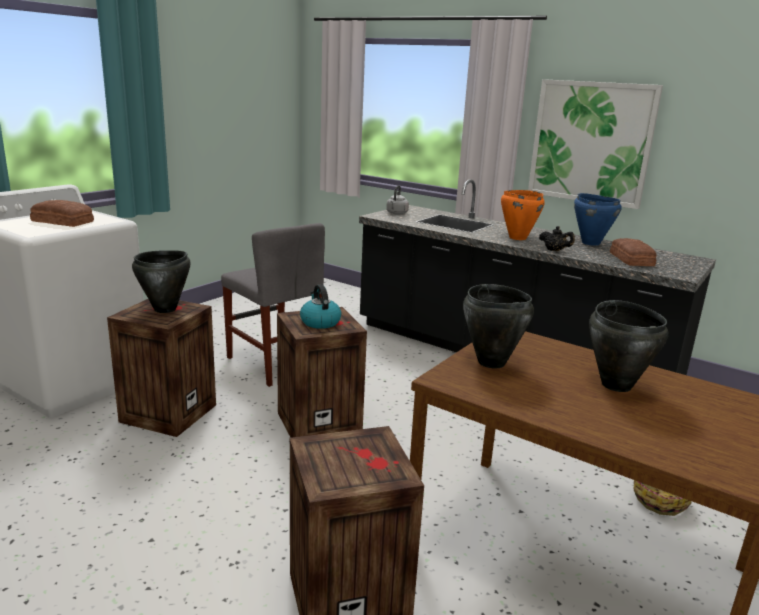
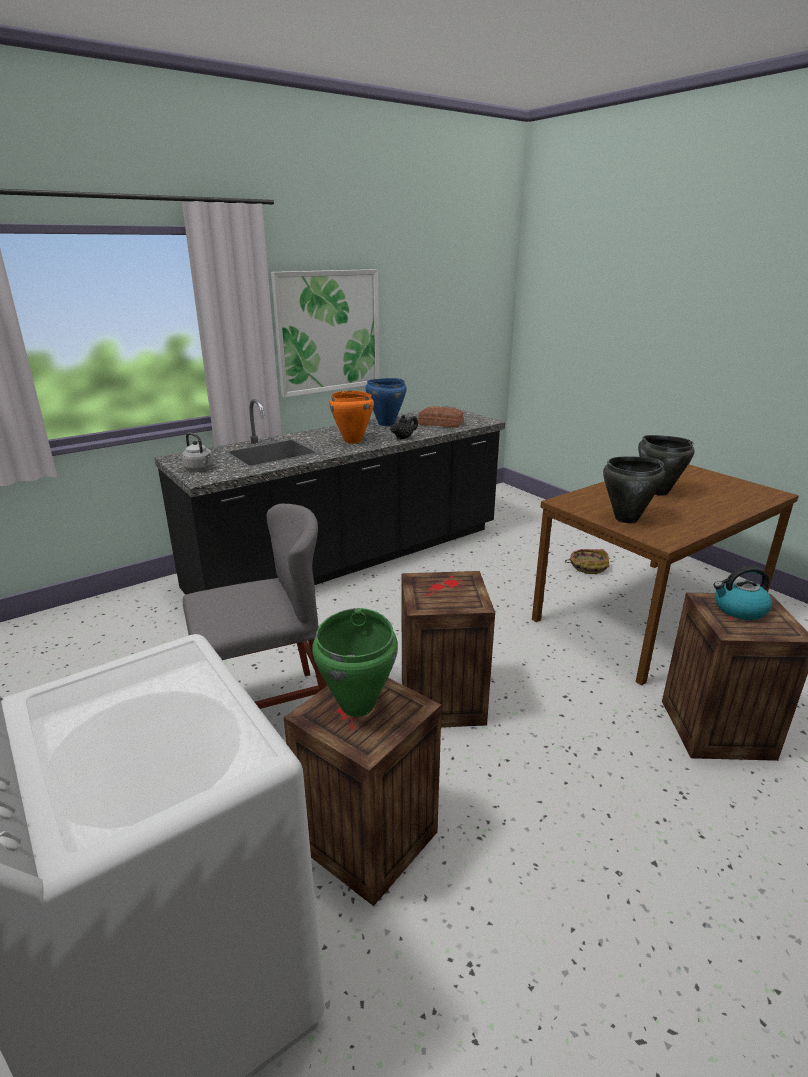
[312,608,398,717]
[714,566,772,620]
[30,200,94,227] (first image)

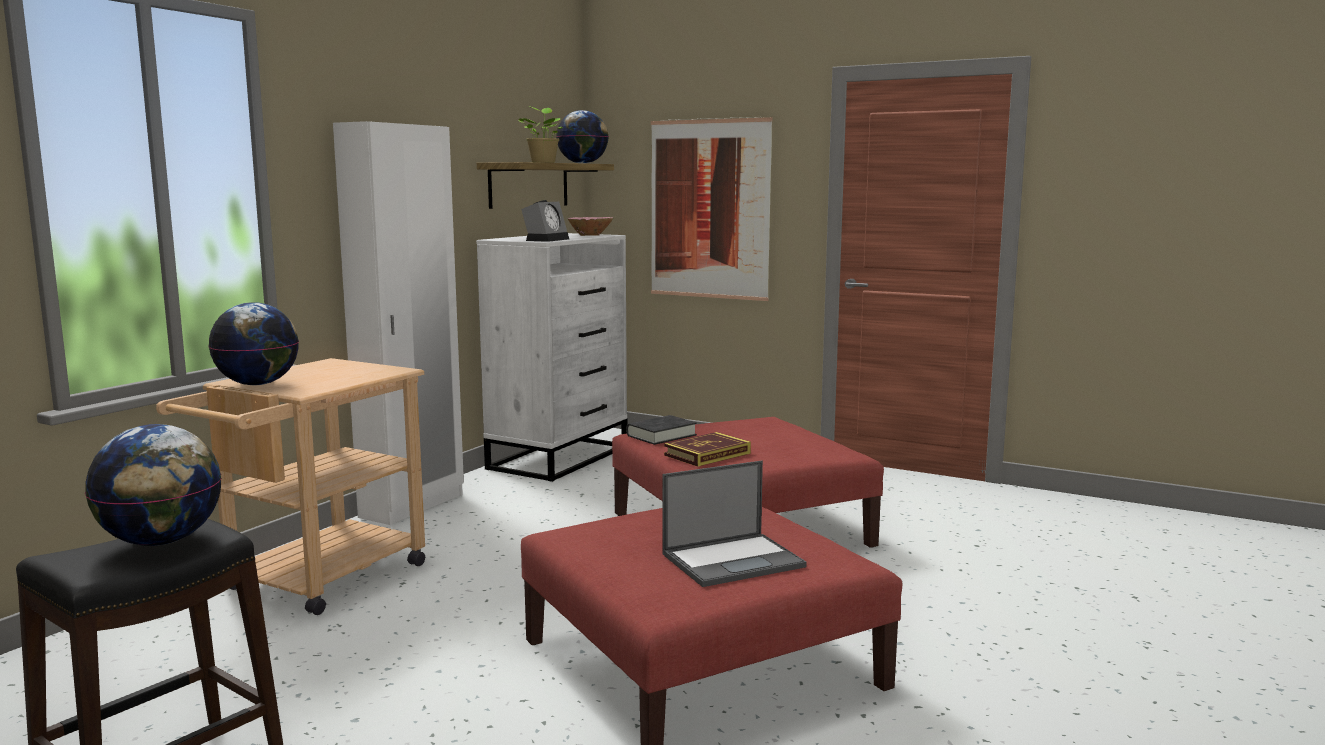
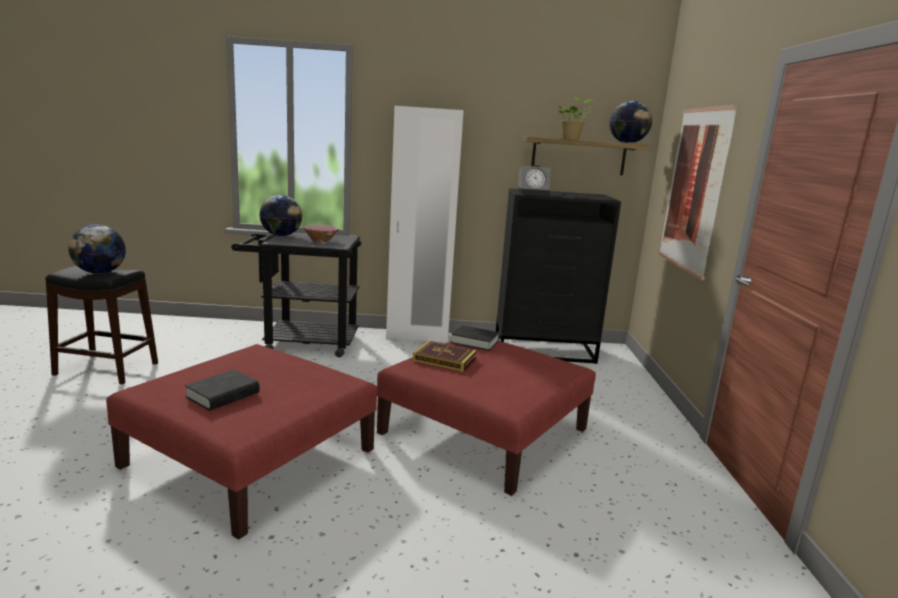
[185,370,260,411]
[231,232,361,357]
[303,225,339,242]
[496,188,621,364]

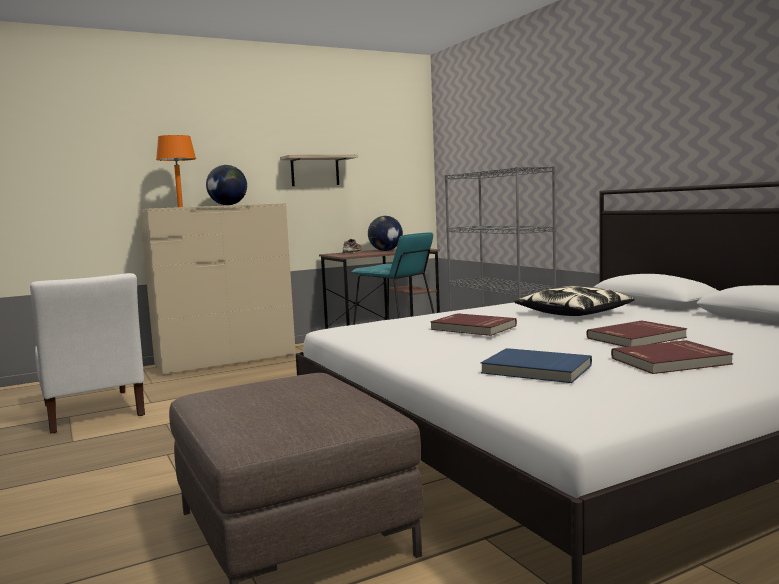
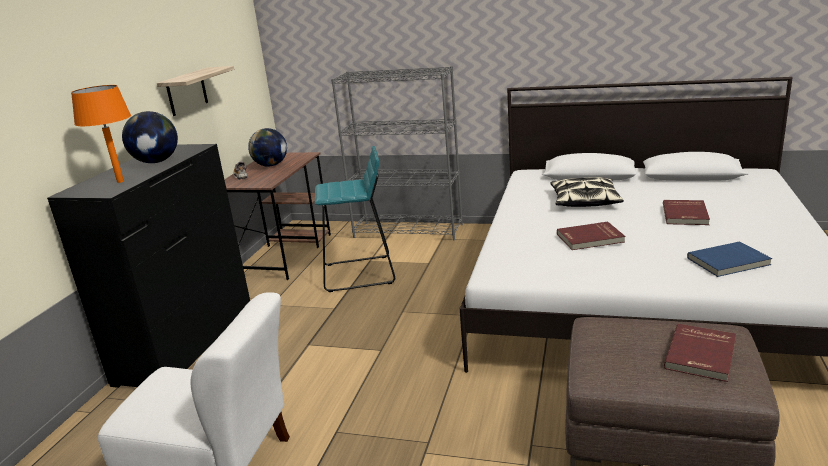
[47,144,250,388]
[664,324,736,382]

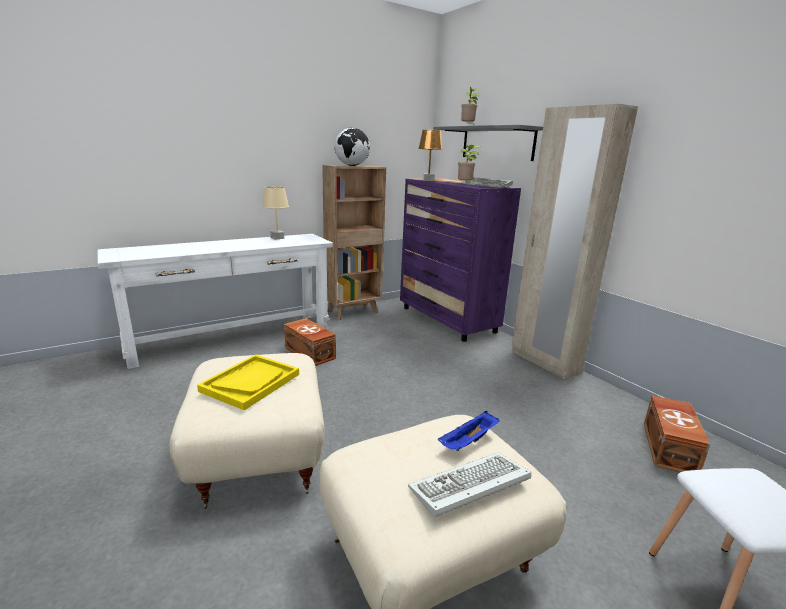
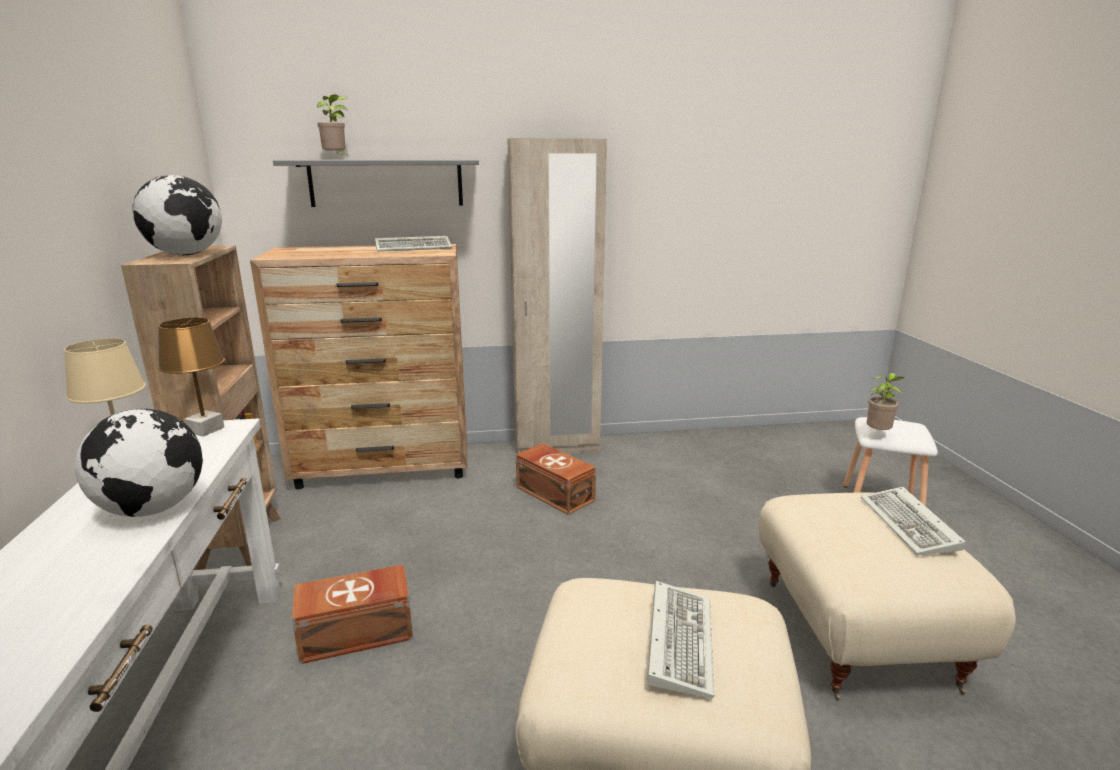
[75,409,203,517]
[158,317,225,436]
[250,244,468,489]
[516,444,596,515]
[647,581,714,698]
[867,373,904,430]
[438,411,499,451] (first image)

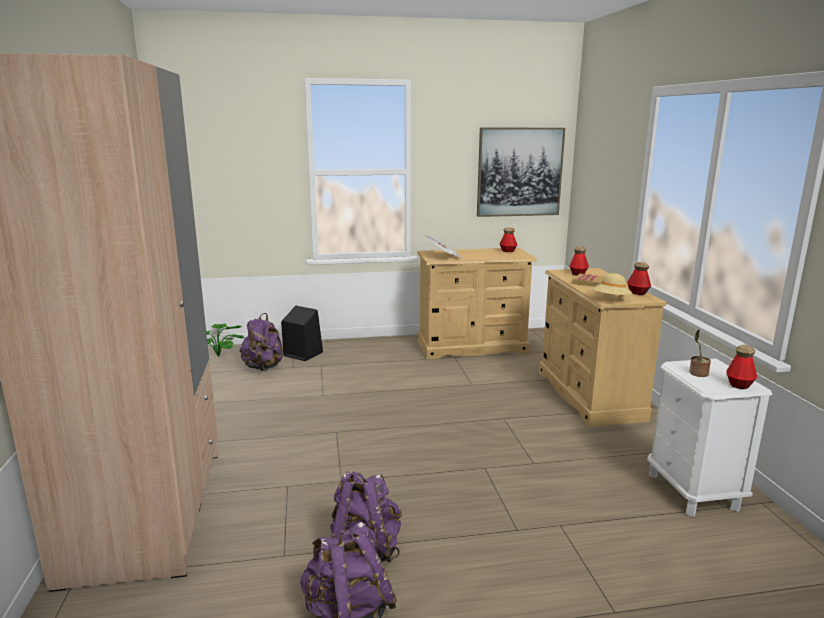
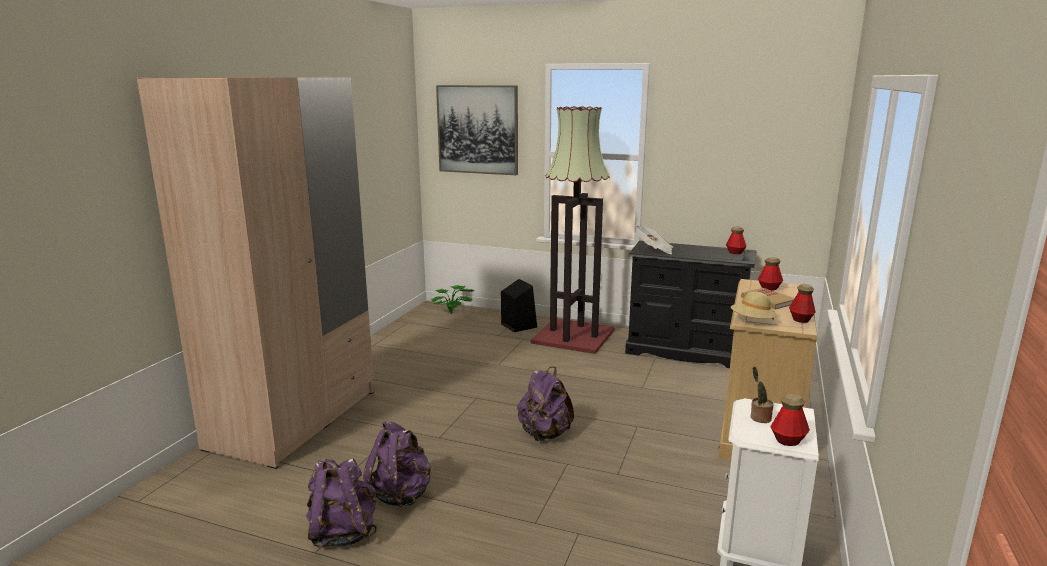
[436,85,518,175]
[517,367,574,441]
[531,106,615,354]
[625,241,757,368]

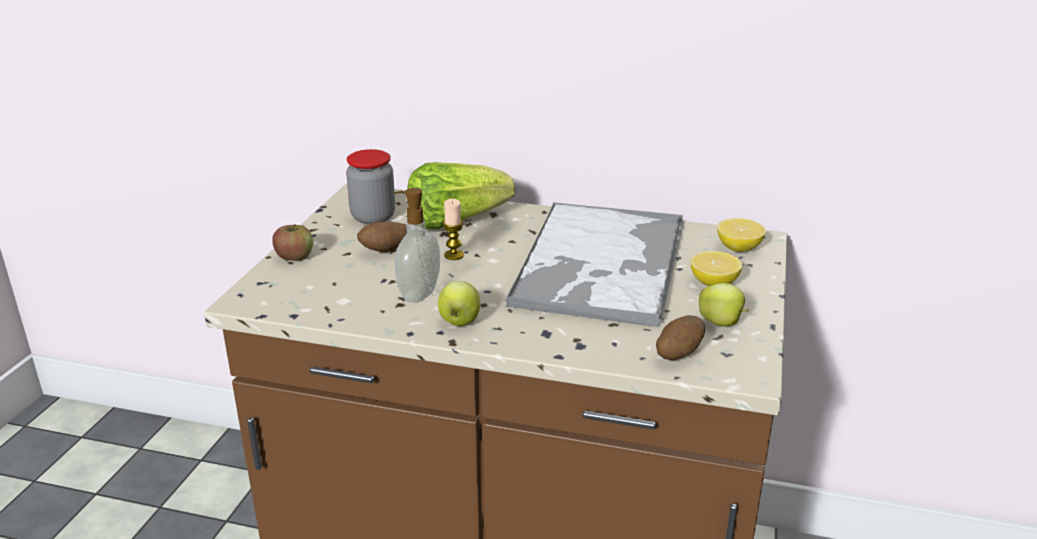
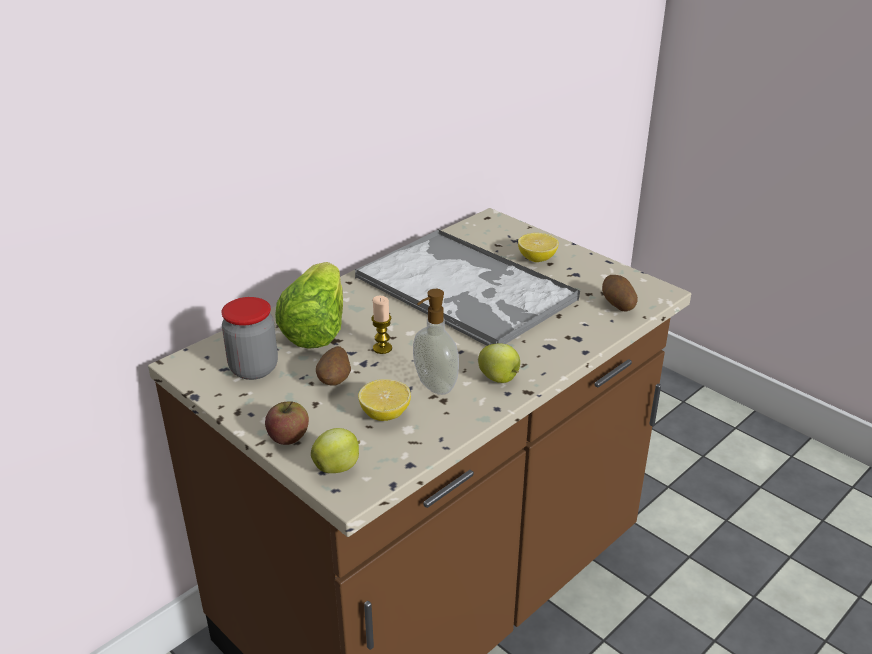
[311,428,360,473]
[358,379,411,421]

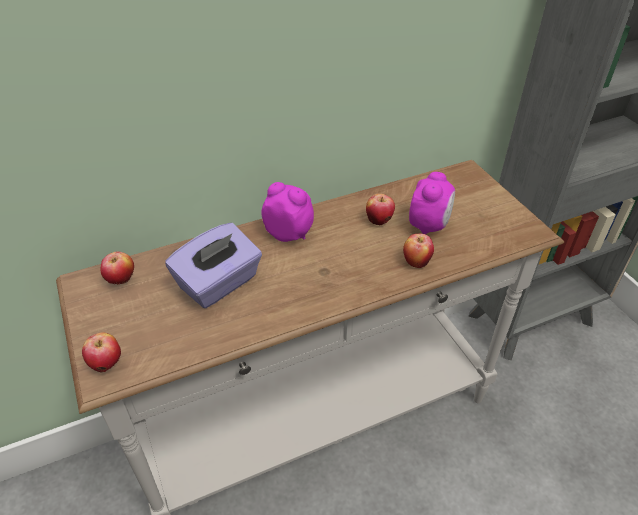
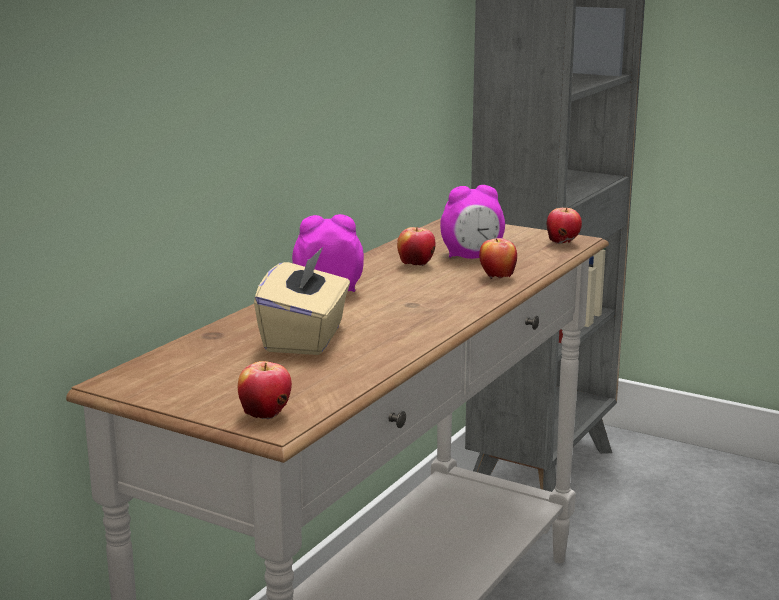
[254,247,350,355]
[440,185,505,259]
[547,208,582,244]

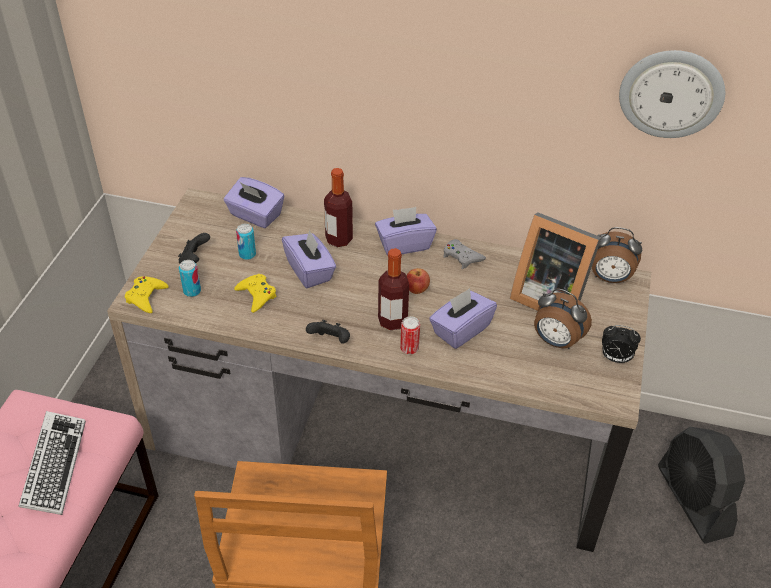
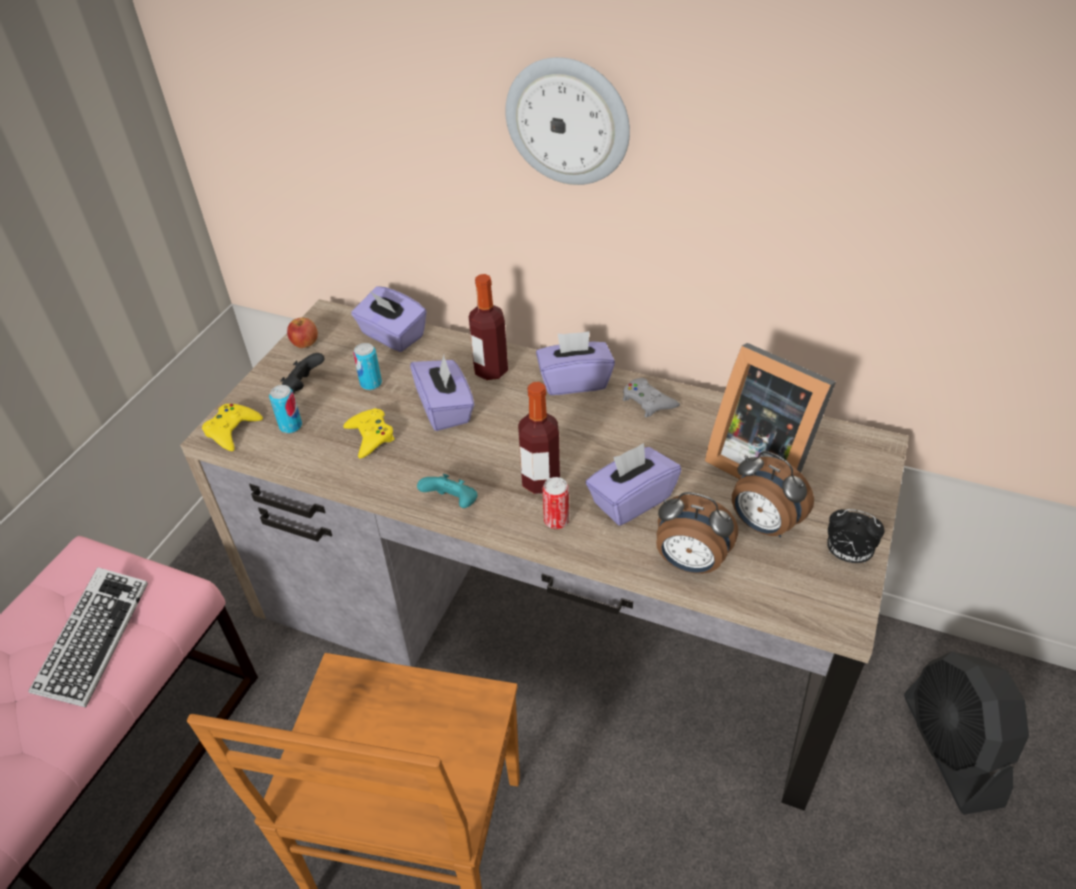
[287,318,318,348]
[417,474,478,508]
[505,57,630,185]
[656,492,738,574]

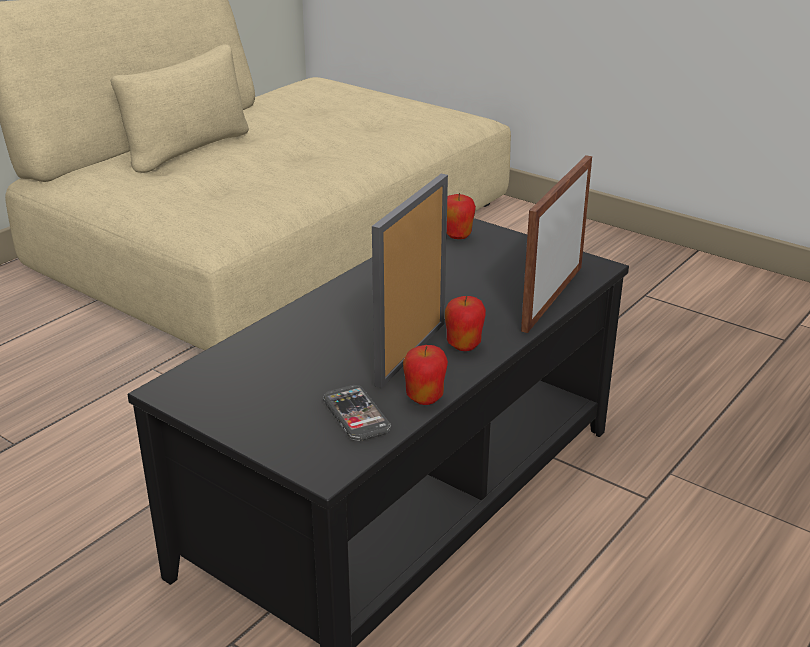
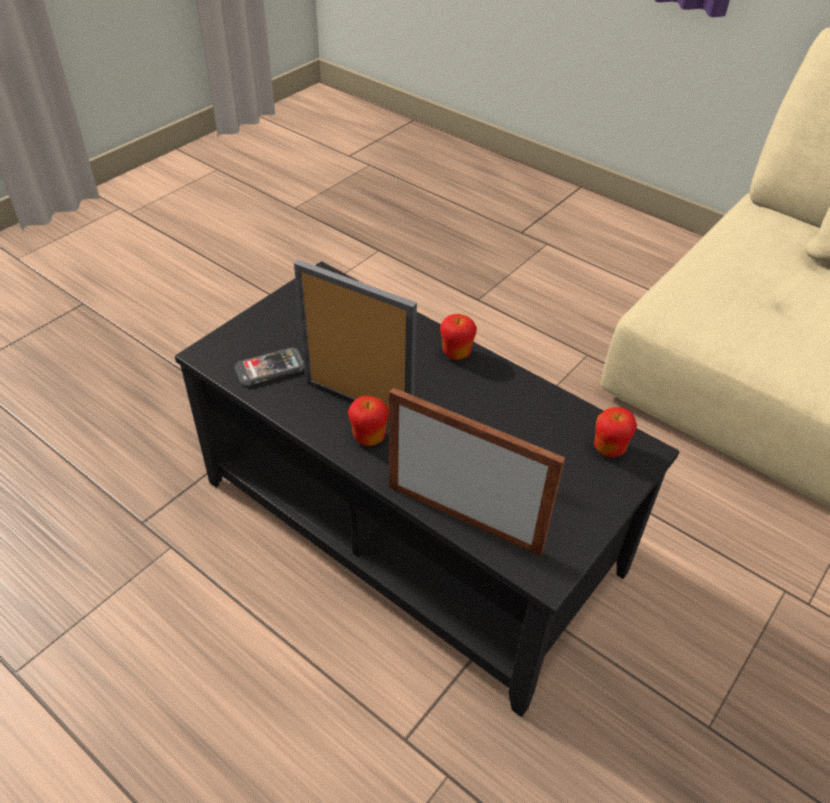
[440,314,477,360]

